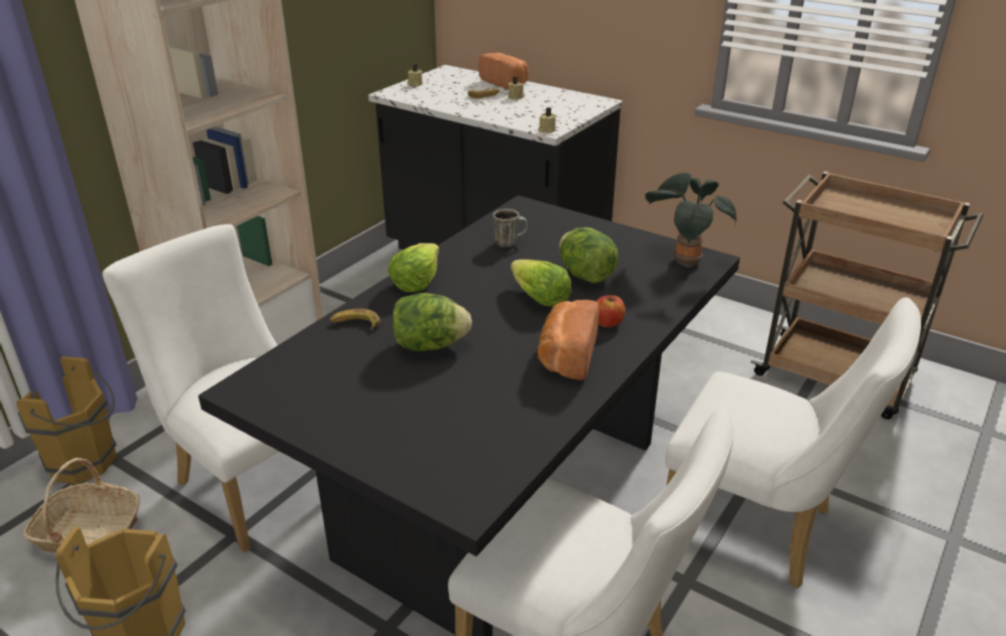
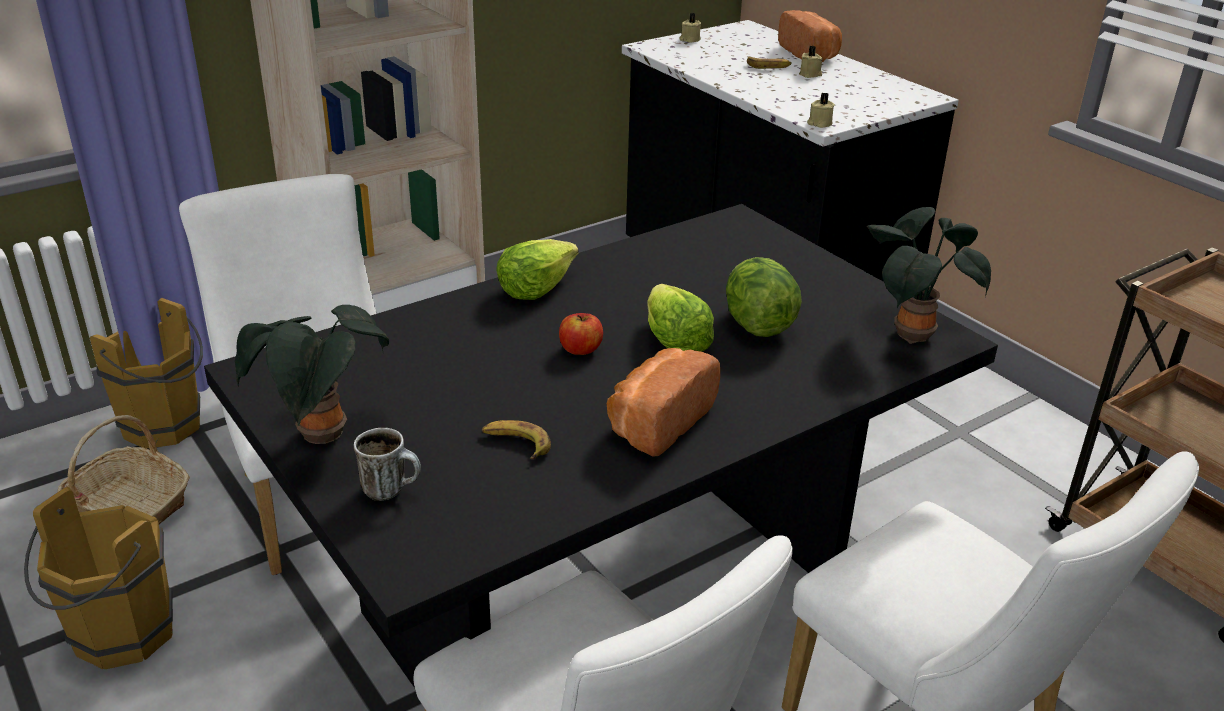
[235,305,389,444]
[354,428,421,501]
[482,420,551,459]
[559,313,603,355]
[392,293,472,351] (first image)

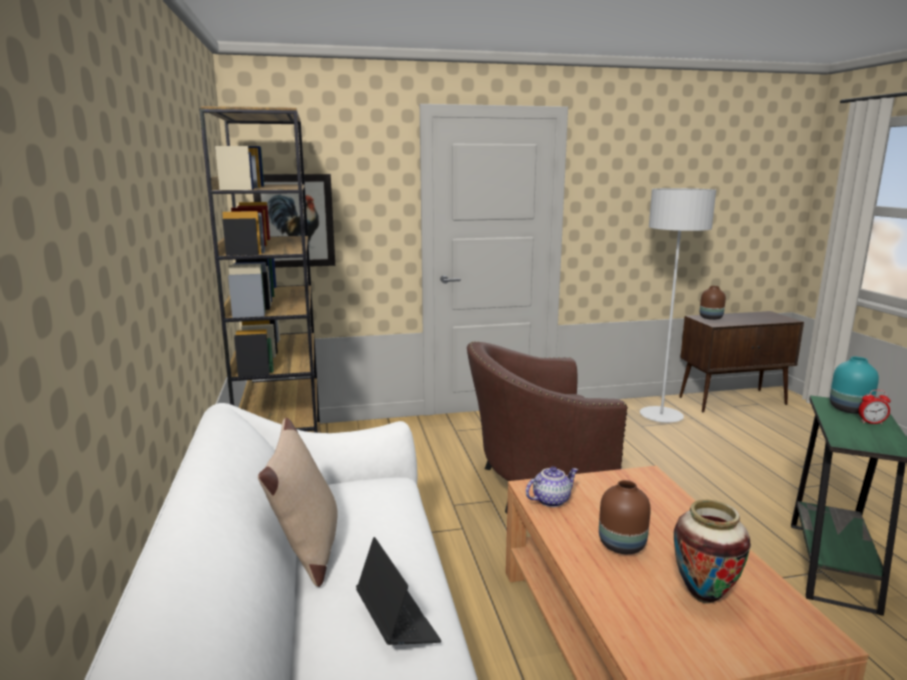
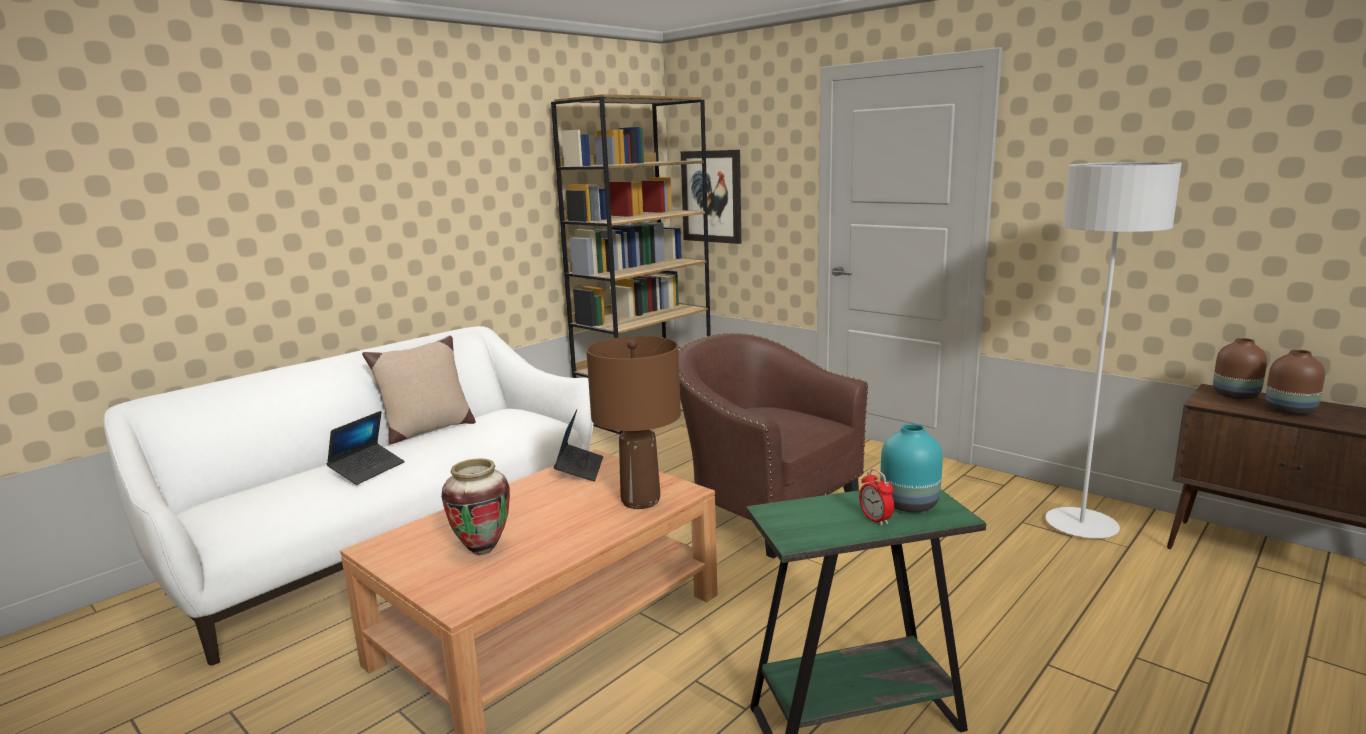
[554,409,604,481]
[586,336,681,509]
[1265,349,1325,415]

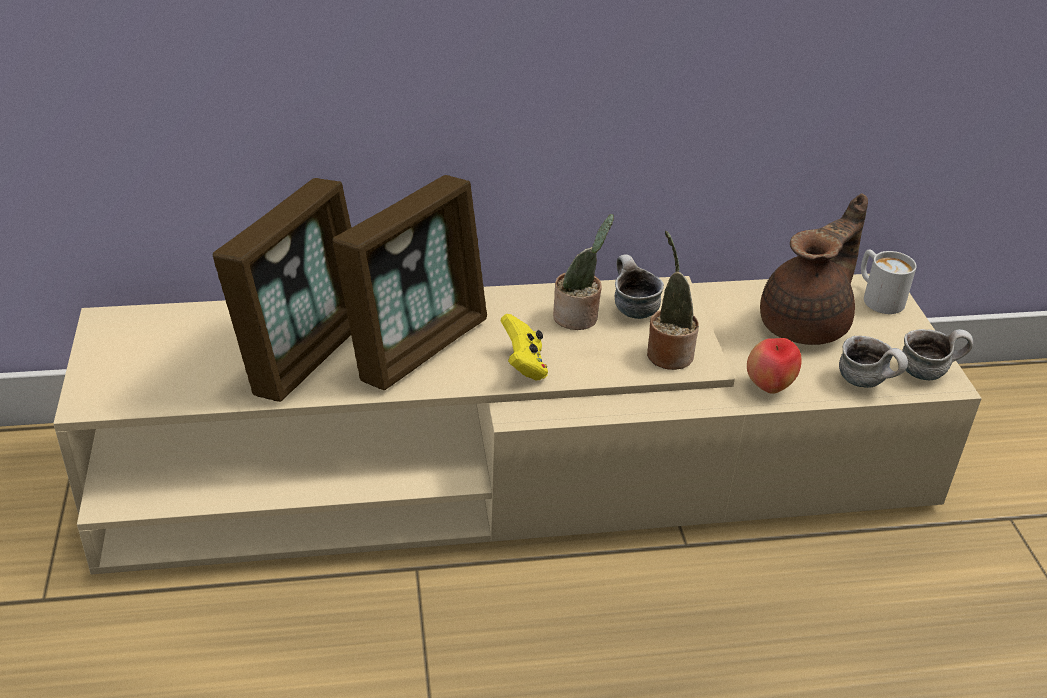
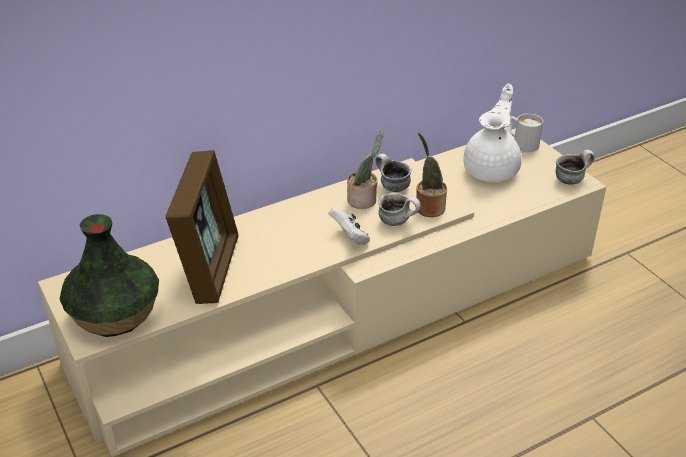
[60,214,159,337]
[328,208,370,245]
[378,193,421,226]
[463,83,522,182]
[333,175,487,390] (first image)
[747,338,802,394] (first image)

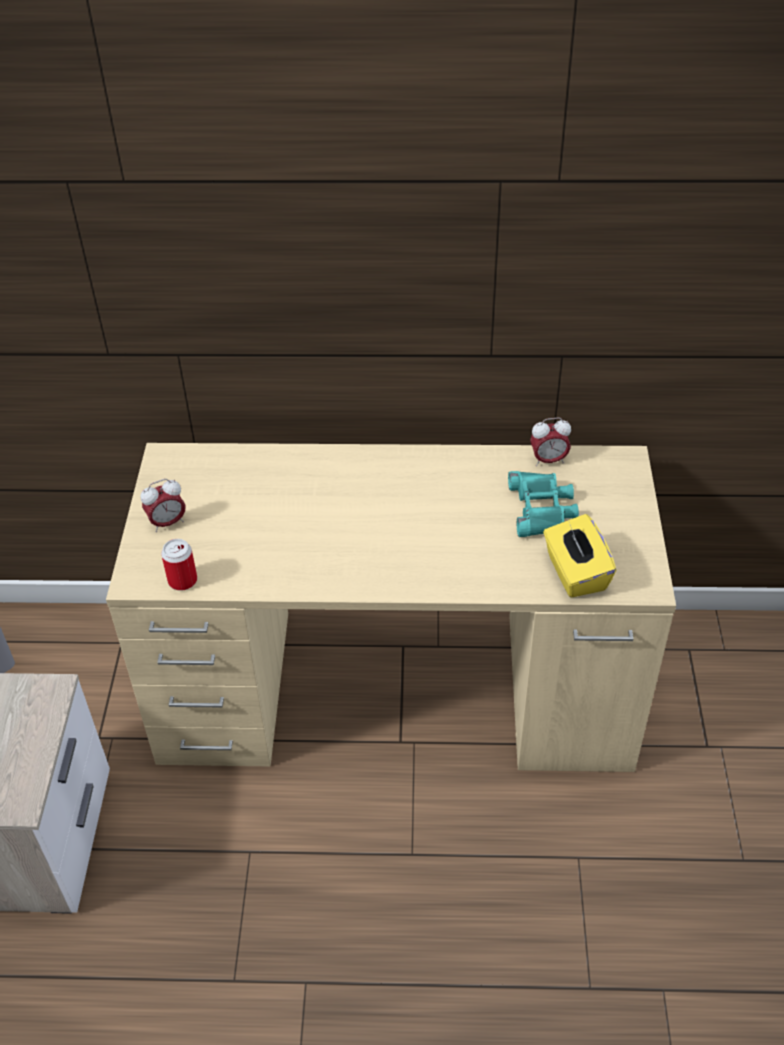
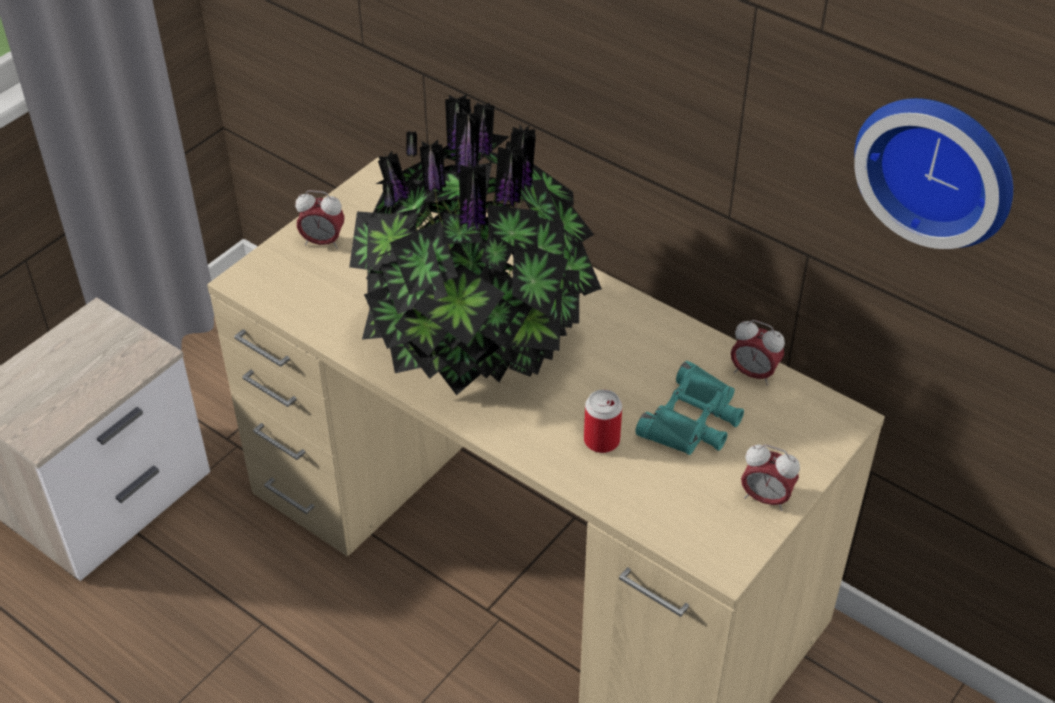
[349,95,602,395]
[584,389,622,453]
[741,444,800,511]
[854,98,1013,249]
[543,514,616,598] (first image)

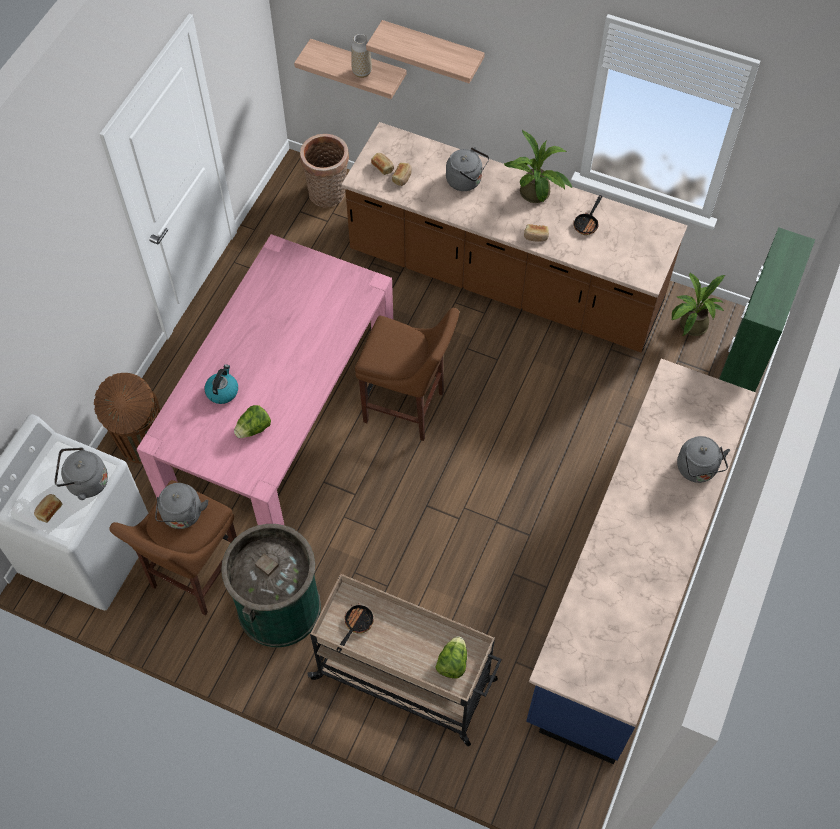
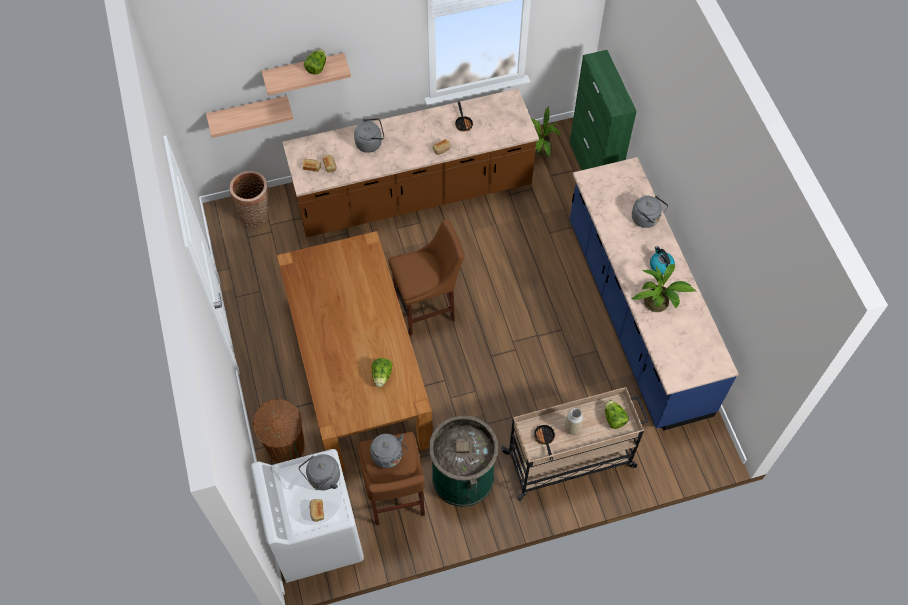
[277,231,433,472]
[304,49,326,75]
[564,408,583,435]
[632,264,696,312]
[650,246,675,275]

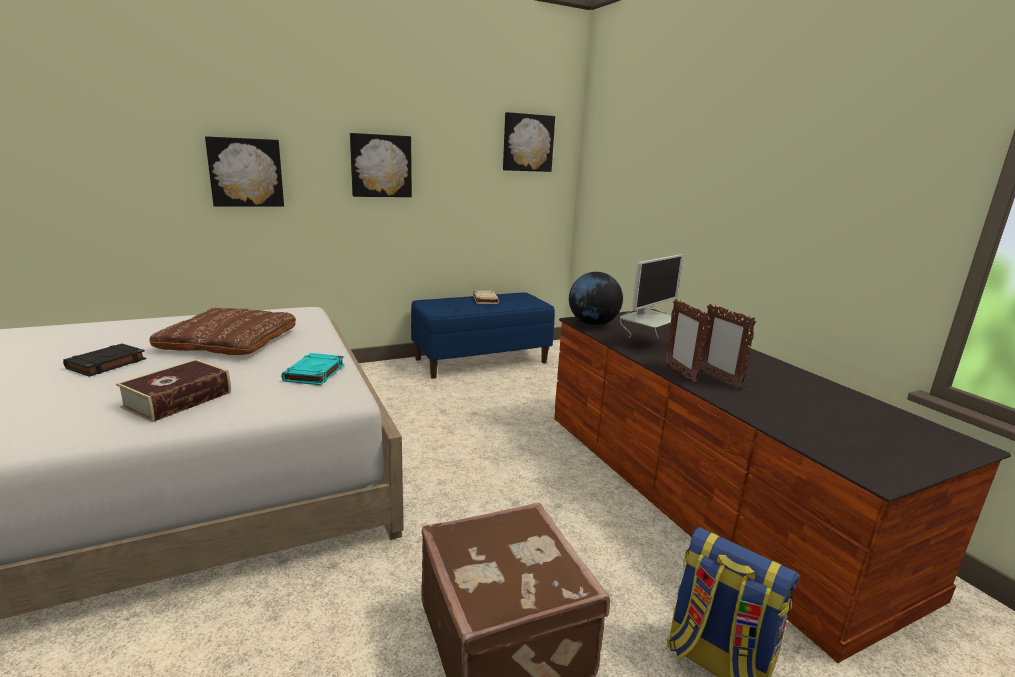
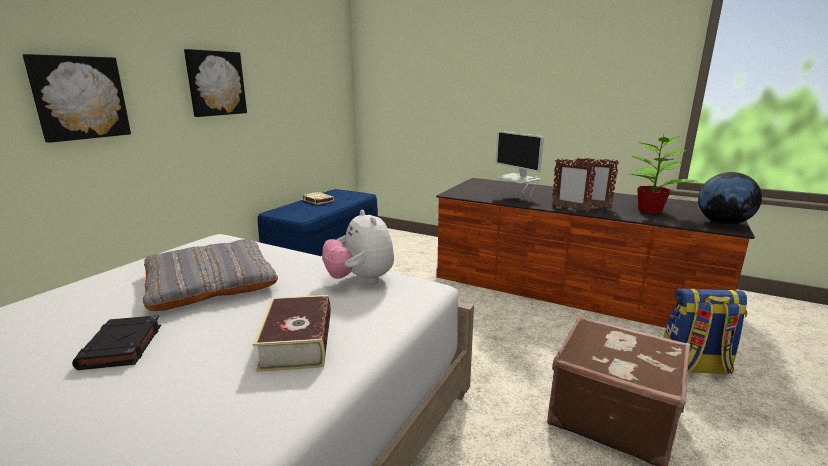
[143,239,278,311]
[322,210,394,283]
[495,131,544,202]
[630,131,696,214]
[698,172,762,225]
[503,112,555,172] (first image)

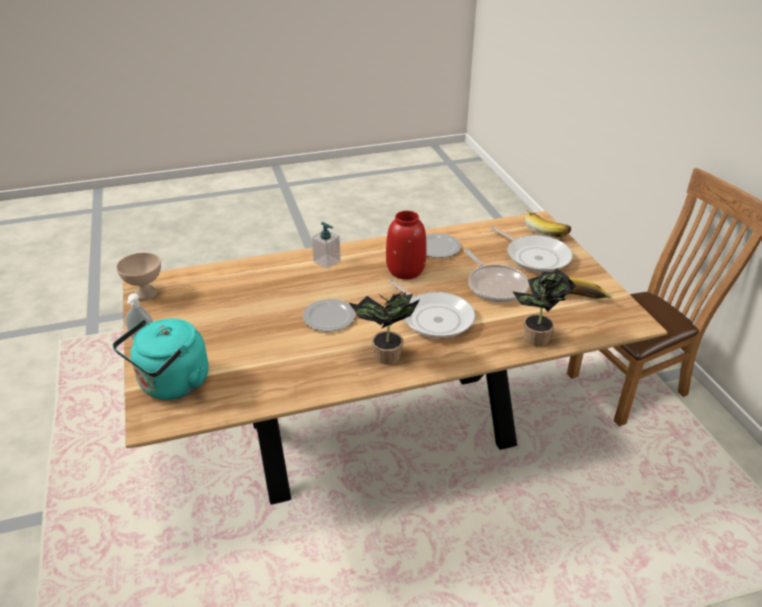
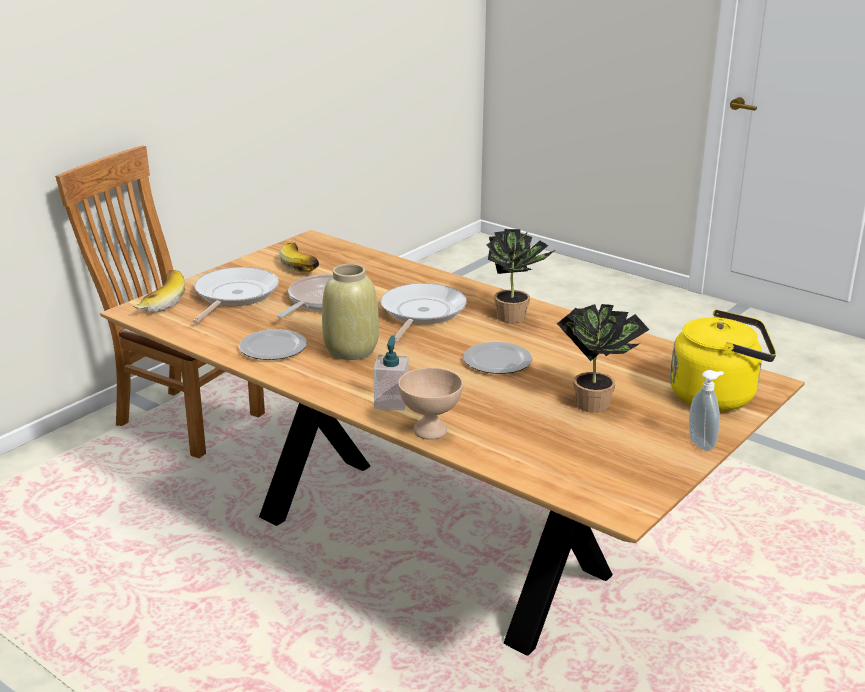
[322,264,379,360]
[398,368,463,440]
[557,304,649,413]
[670,310,776,411]

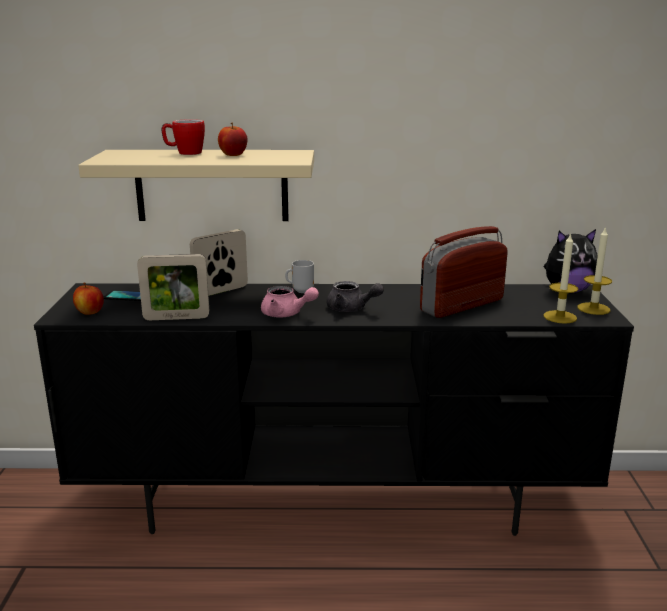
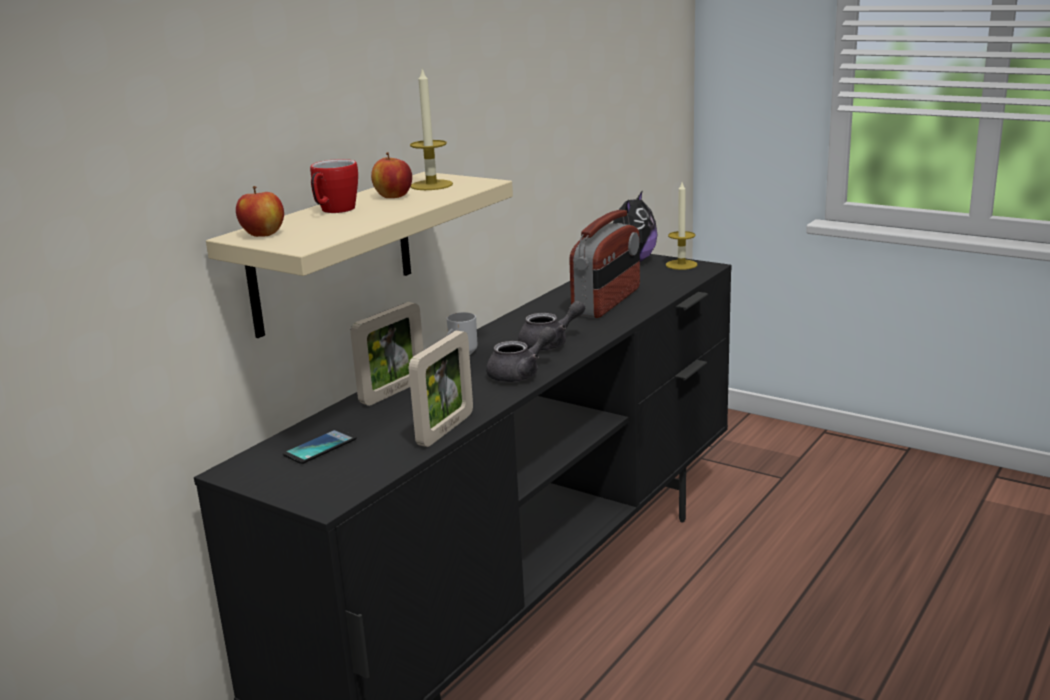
[236,186,284,237]
[350,302,423,406]
[410,67,453,190]
[486,327,556,382]
[569,210,640,318]

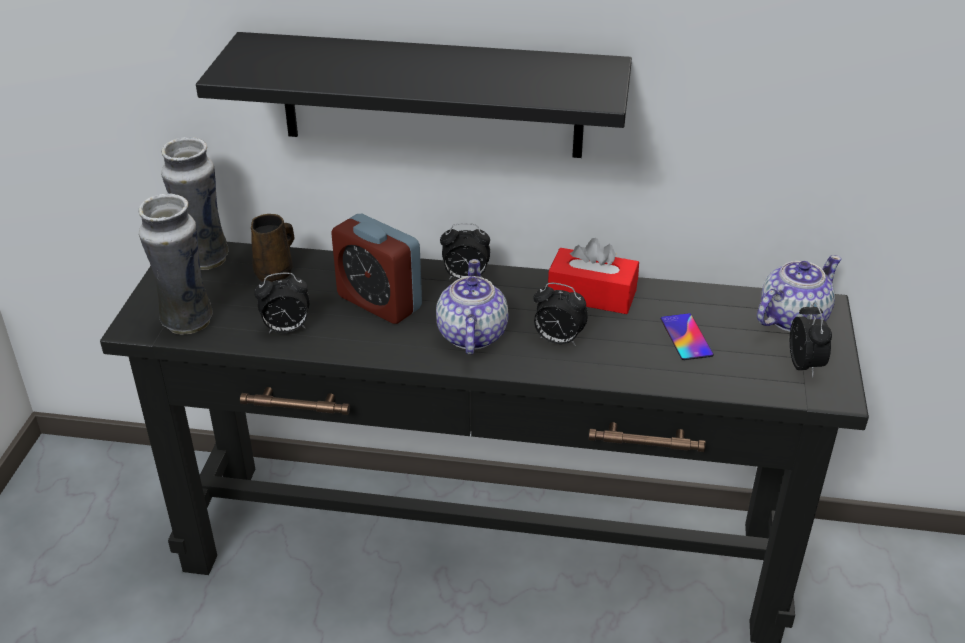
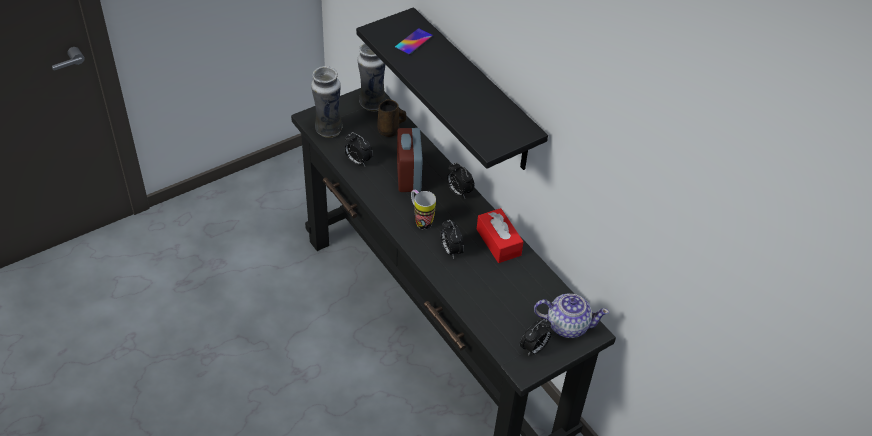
[395,28,433,55]
[411,190,436,230]

